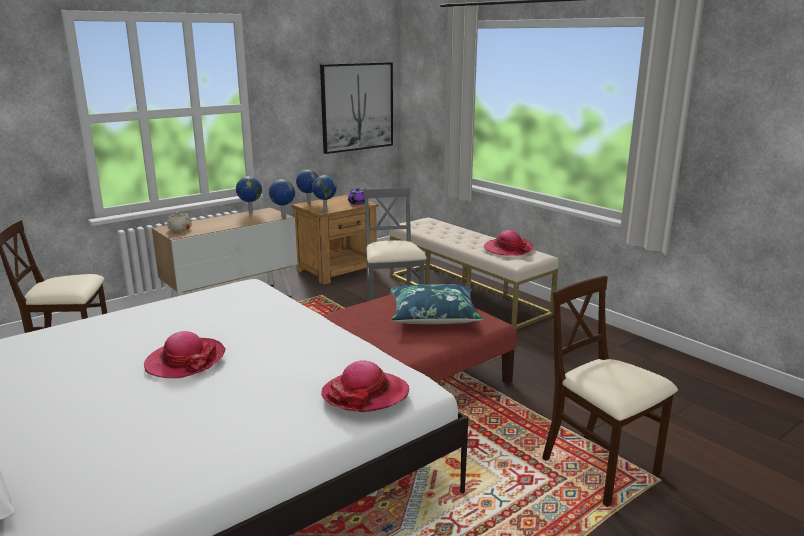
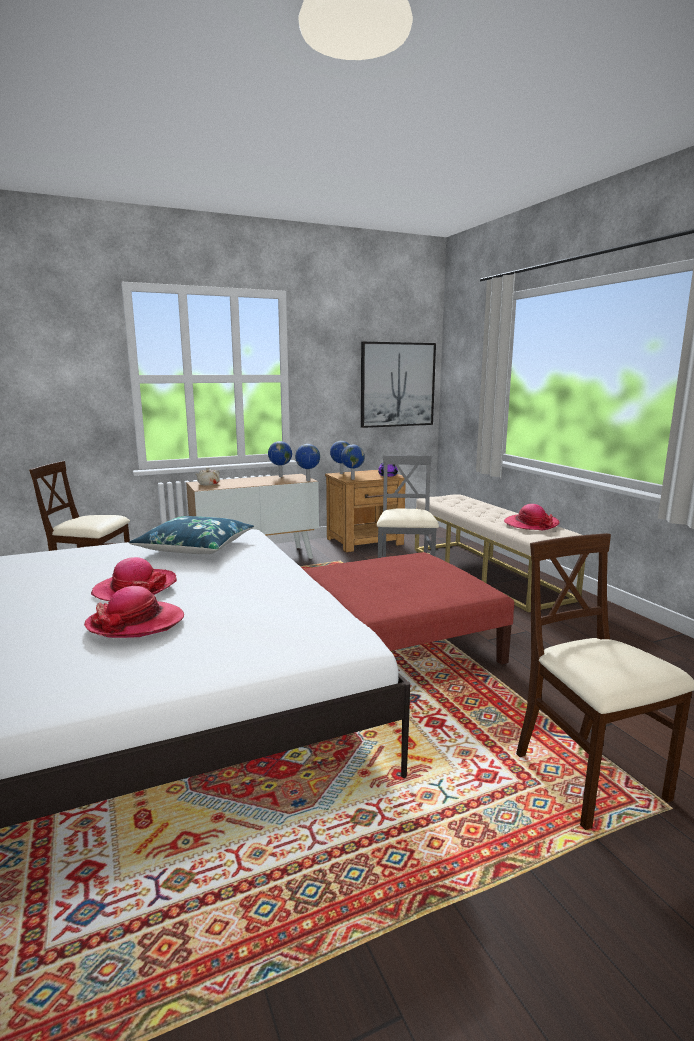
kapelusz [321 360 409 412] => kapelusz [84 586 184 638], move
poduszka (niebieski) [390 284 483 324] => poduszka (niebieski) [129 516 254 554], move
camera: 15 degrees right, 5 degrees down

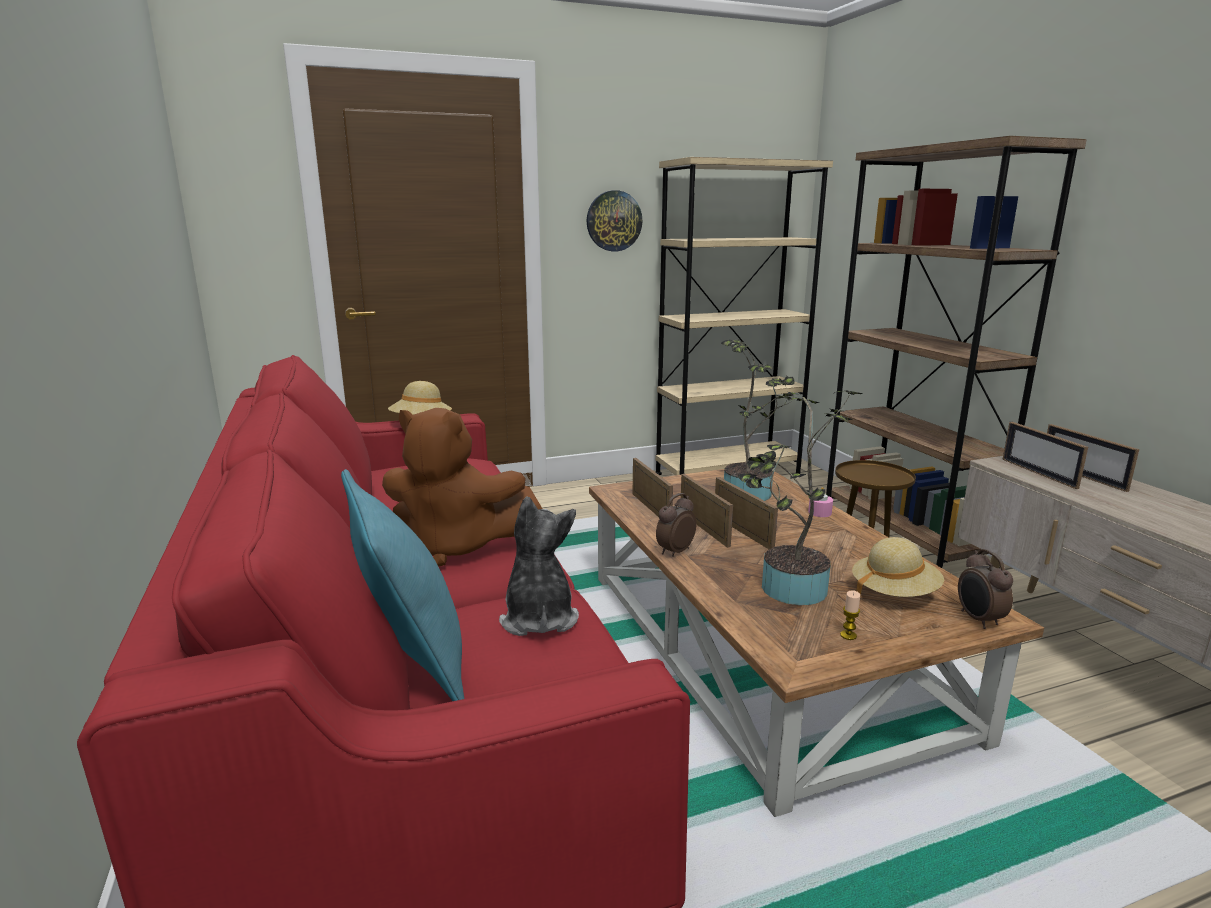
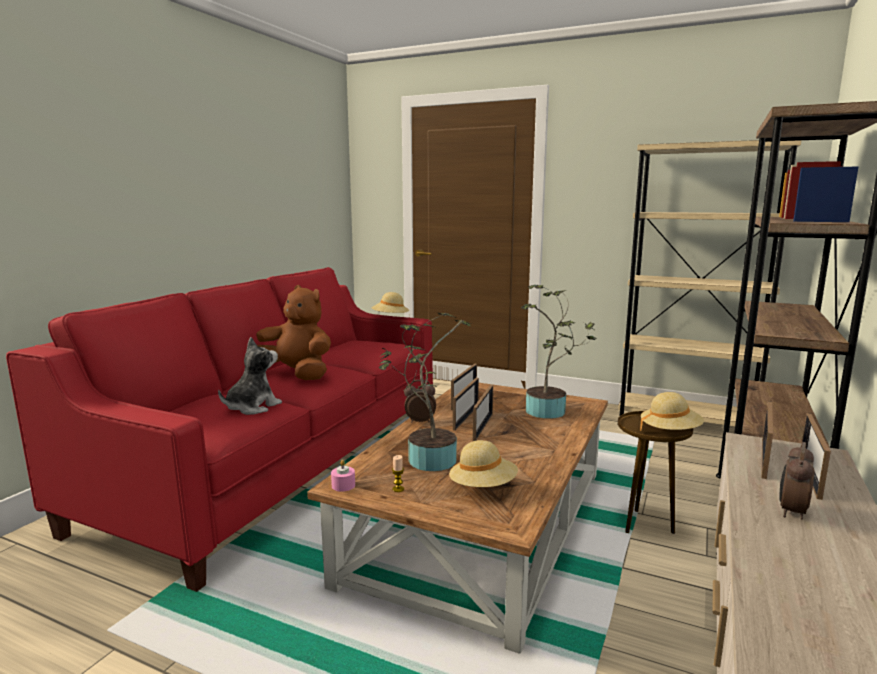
poduszka (turkusowy) [341 469 465 701] => nothing
zegar ścienny [586 190 642 251] => nothing
nothing => kapelusz (beżowy) [640 392 704 431]
świeca (różowy) [808 487 833 517] => świeca (różowy) [331 460 355 492], move
budzik [958 549 1013 629] => budzik [779 442 815 519], move
pluszak (brązowy) [382 408 542 567] => pluszak (brązowy) [256 285 331 380], 150 degrees clockwise
camera: 45 degrees right, 5 degrees down

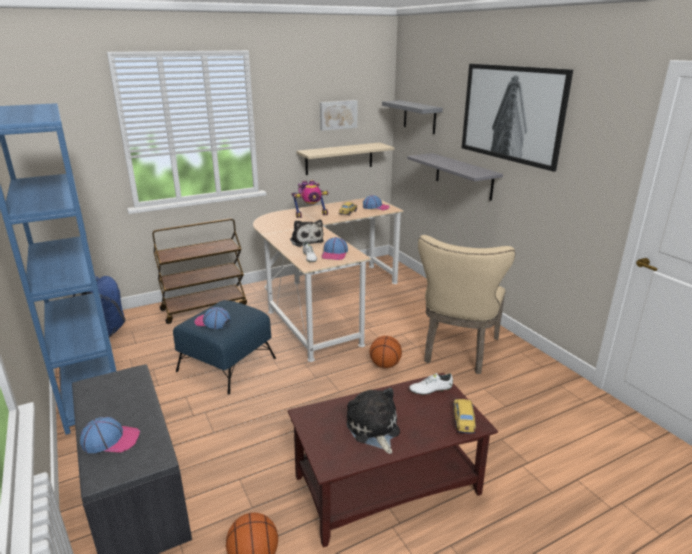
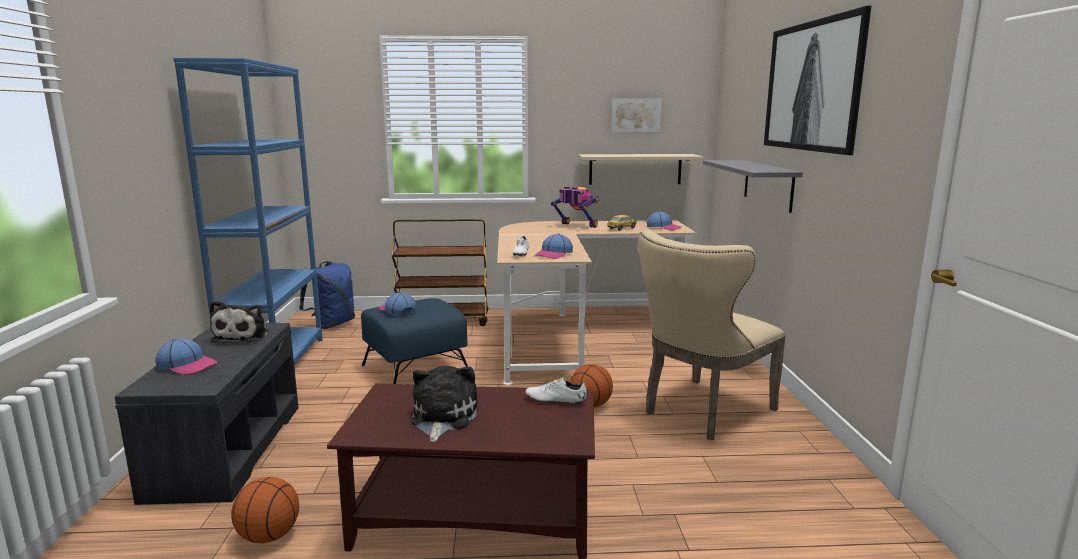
półka (szary) [382 100 443 134] => nothing
samochodzik [453 399 476 434] => nothing
pluszak [290 220 324 247] => pluszak [210 301 269 342], move
robot zabawkowy [291 180 329 218] => robot zabawkowy [551 186 599 228], 150 degrees counterclockwise
camera: 25 degrees right, 10 degrees down

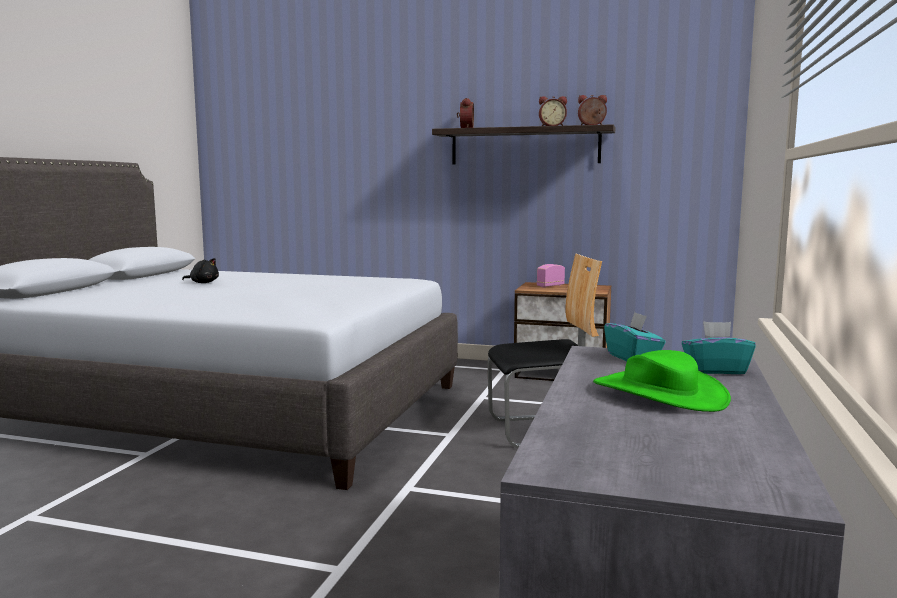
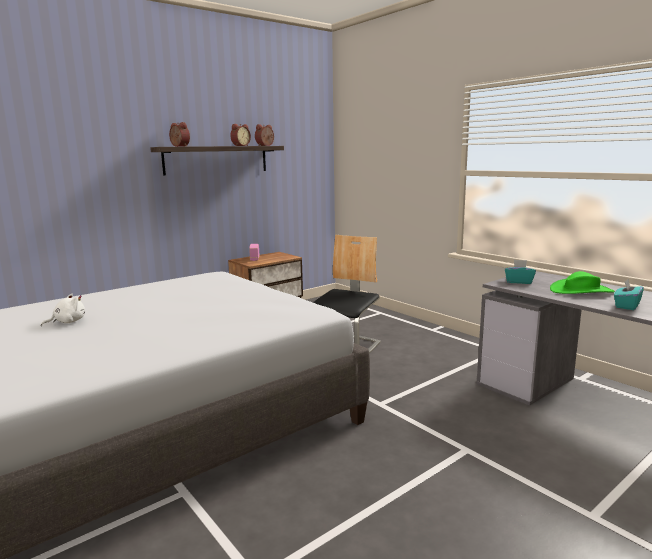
pudełko chusteczek (turkusowy) [682 321 756 374] => pudełko chusteczek (turkusowy) [614 279 644 310], move
pluszak (czarny) [182 258 219 283] => pluszak (biały) [41 294 85 326]
camera: 55 degrees left, 5 degrees up

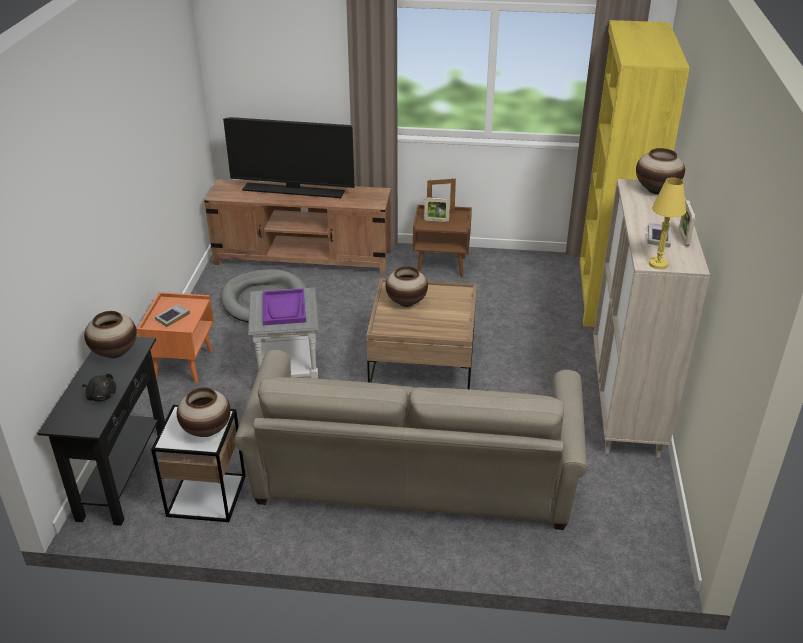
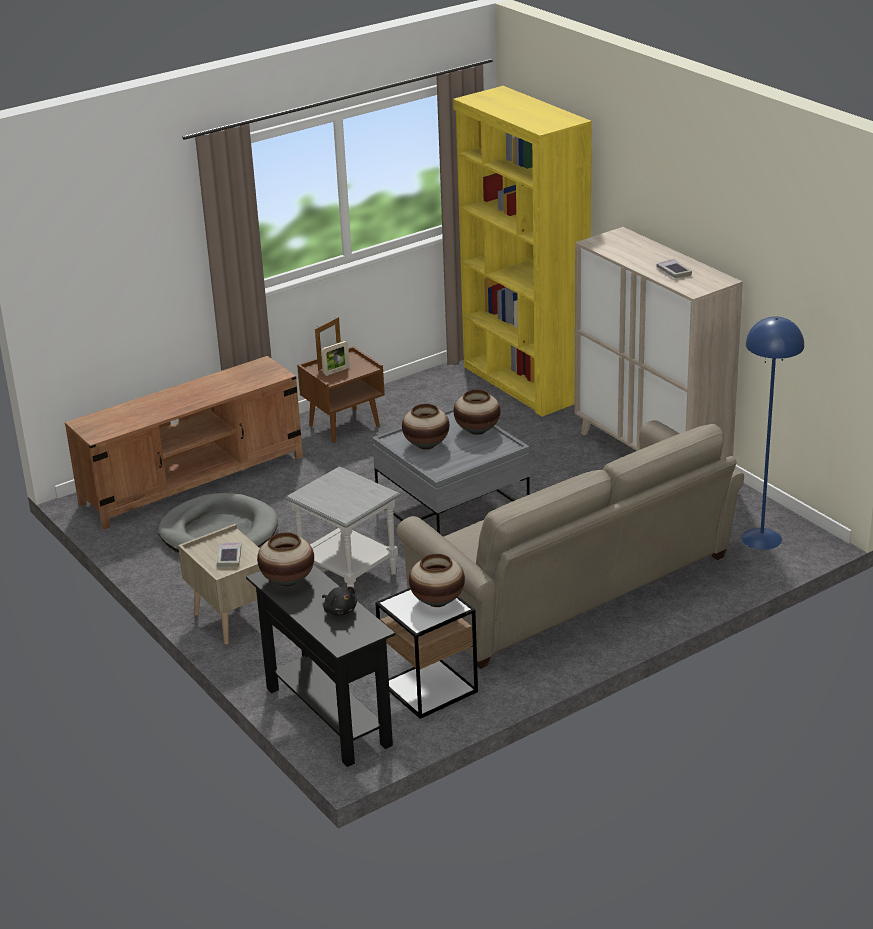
telewizor [223 117 355 198] => nothing
taca (fioletowy) [263 288 306 325] => nothing
lampa stołowa (żółty) [649 178 686 270] => nothing
ramka na zdjęcie [679 200 696 246] => nothing
nothing => lampa stojąca (niebieski) [741 316 804 550]
wazon [636 148 685 194] => wazon [453 390 501 435], move
szafka nocna (pomarańczowy) [137 292 214 384] => szafka nocna (beżowy) [178 524 273 644]
ława (brązowy) [366 278 477 389] => ława (szary) [372 408 530 534]
pluszak (czarny) [82 374 116 402] => pluszak (czarny) [322 587 357 616], 60 degrees clockwise
camera: 40 degrees left, 5 degrees down

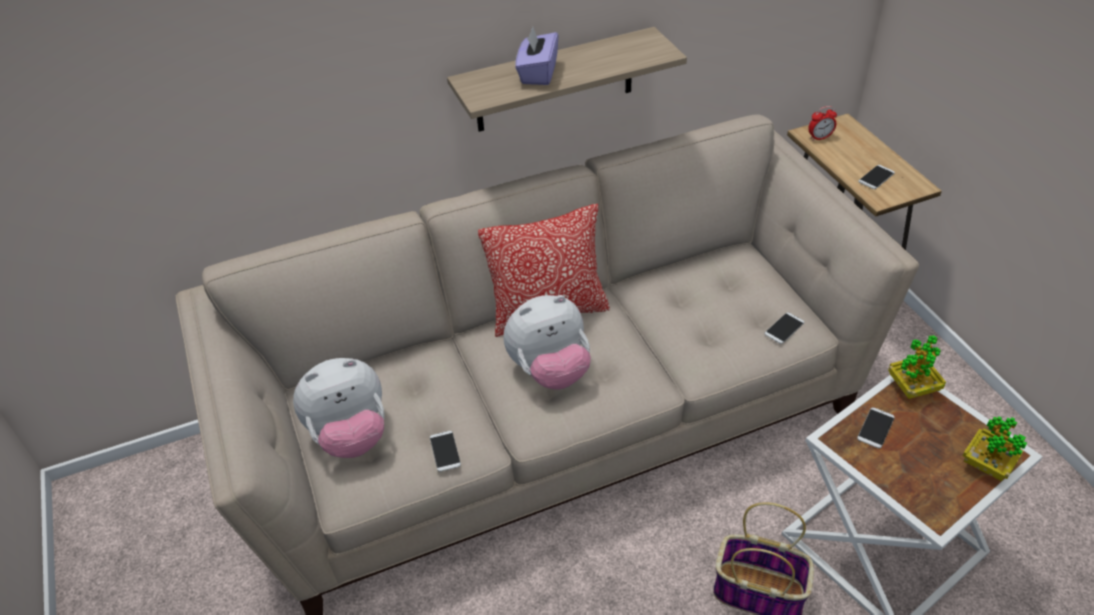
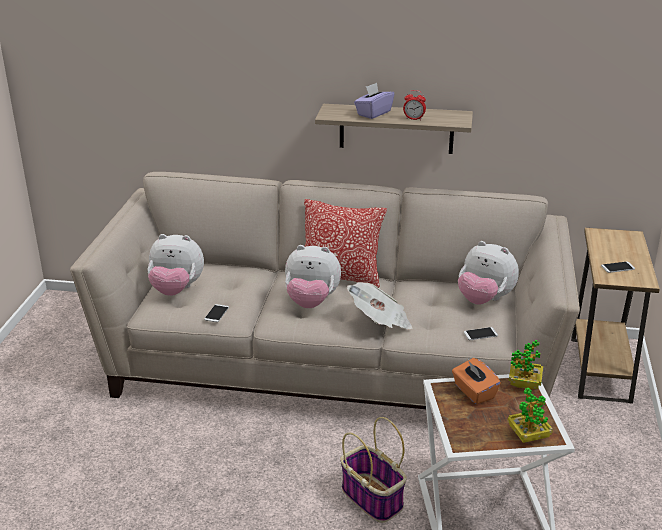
nothing => gazeta [347 282 413 329]
nothing => pluszak [458 241 519 305]
budzik [808 106 837 141] => budzik [403 90 426 120], move
telefon [857 407 895 449] => pudełko chusteczek (pomarańczowy) [452 358 501 404]
camera: 30 degrees right, 15 degrees down

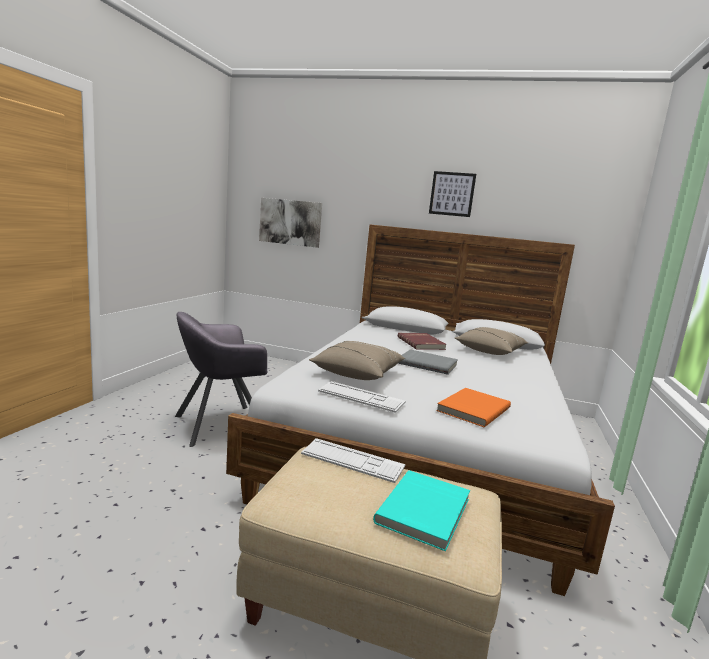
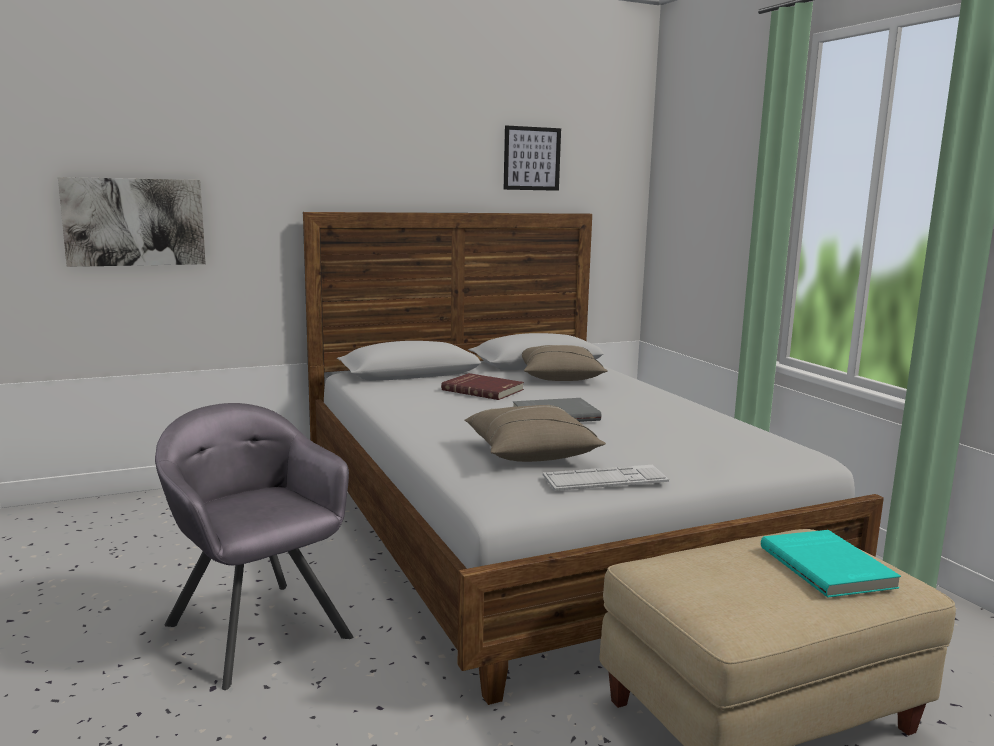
klawiatura [301 438 405 483] => nothing
książka (pomarańczowy) [436 388 511 427] => nothing
obraz [429 171 476 217] => obraz [504 125 561 191], move
fotel (szary) [175 312 267 447] => fotel (szary) [155 403 353 690], 120 degrees clockwise
camera: 40 degrees left, 0 degrees up

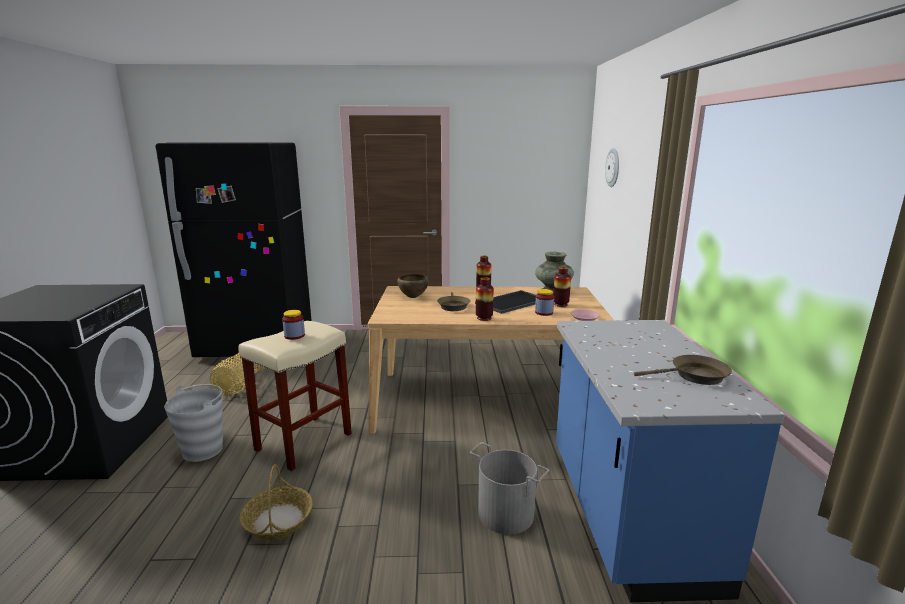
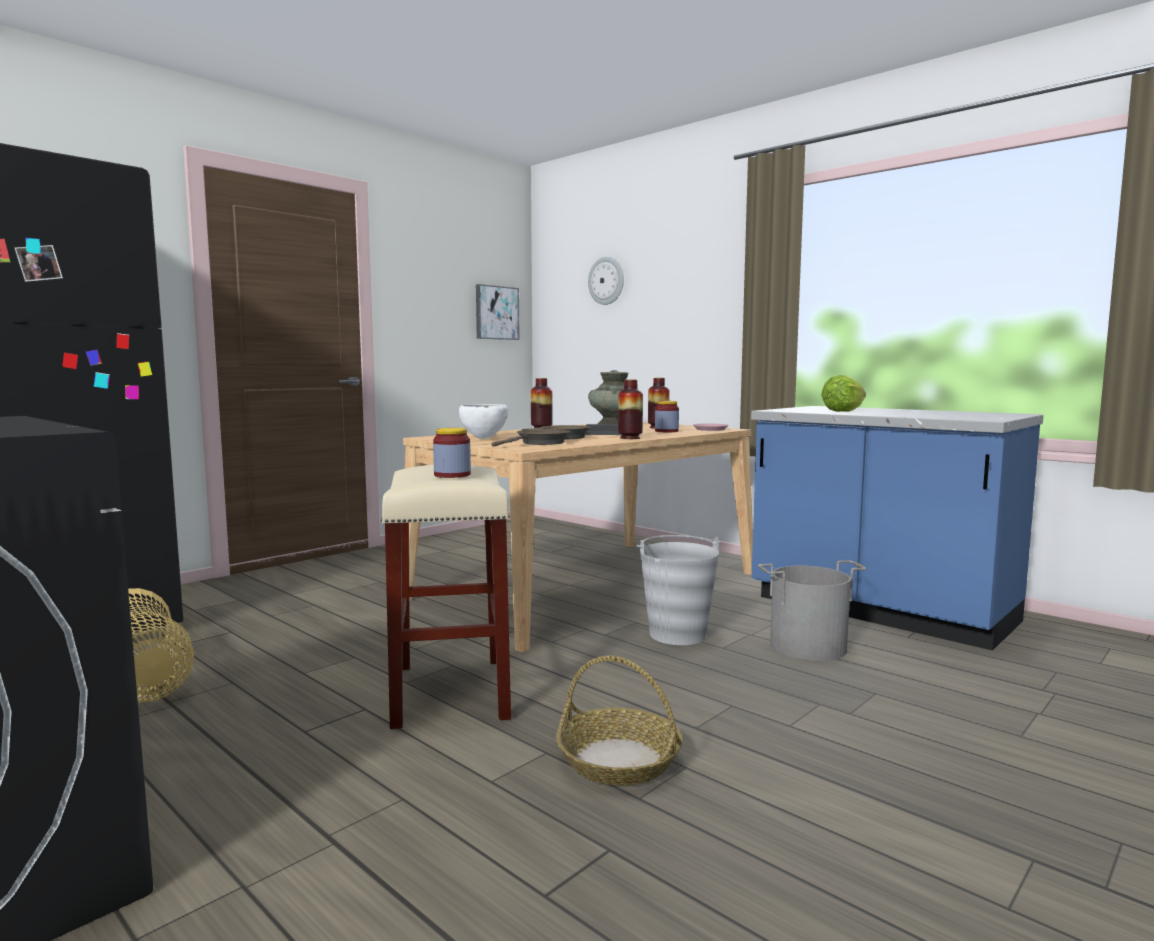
nothing => obraz [476 284 520 340]
nothing => sałata [821 375 866 412]
wiadro (szary) [164 384 223 462] => wiadro (szary) [637 535 720 645], move
patelnia (brązowy) [634 355 732 385] => patelnia (brązowy) [491 429 570 447], move
miska (brązowy) [397 274 429 298] => miska (biały) [459 404 508 439]
camera: 45 degrees left, 10 degrees down

